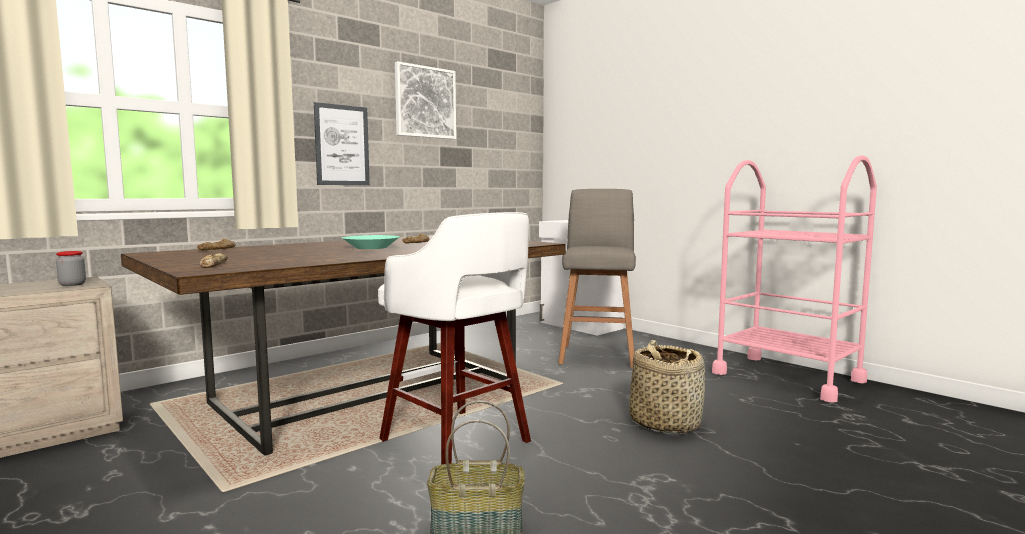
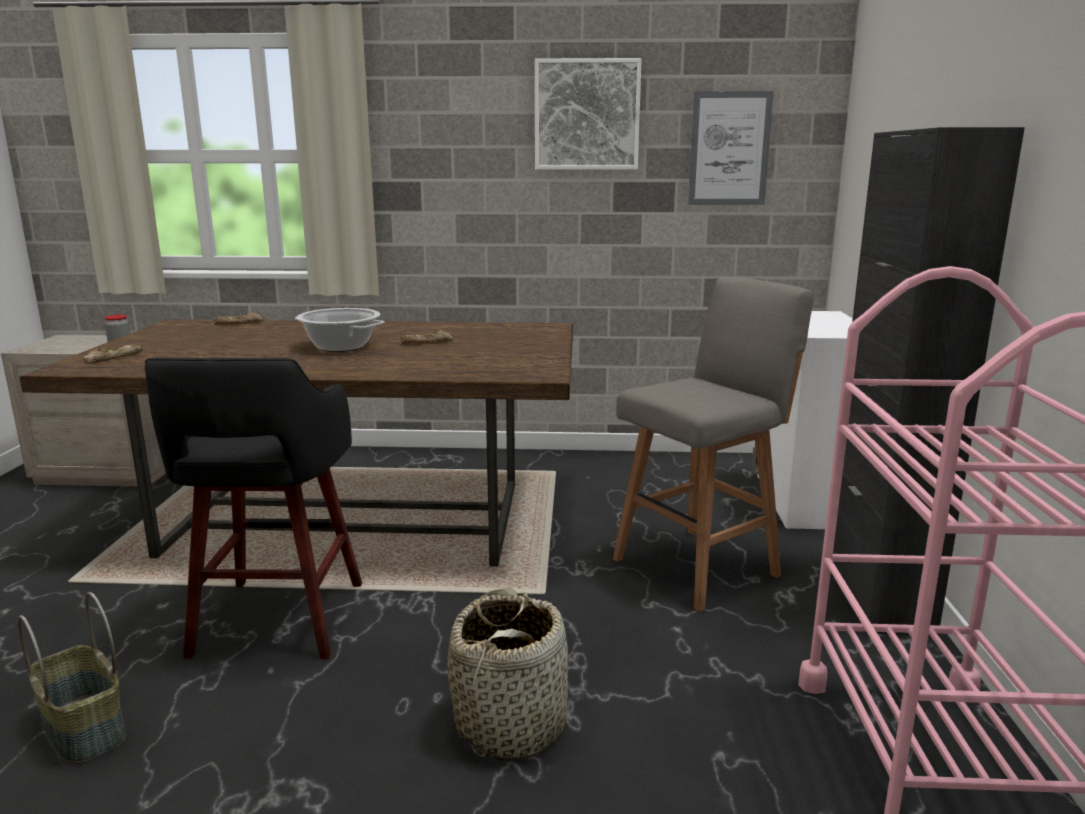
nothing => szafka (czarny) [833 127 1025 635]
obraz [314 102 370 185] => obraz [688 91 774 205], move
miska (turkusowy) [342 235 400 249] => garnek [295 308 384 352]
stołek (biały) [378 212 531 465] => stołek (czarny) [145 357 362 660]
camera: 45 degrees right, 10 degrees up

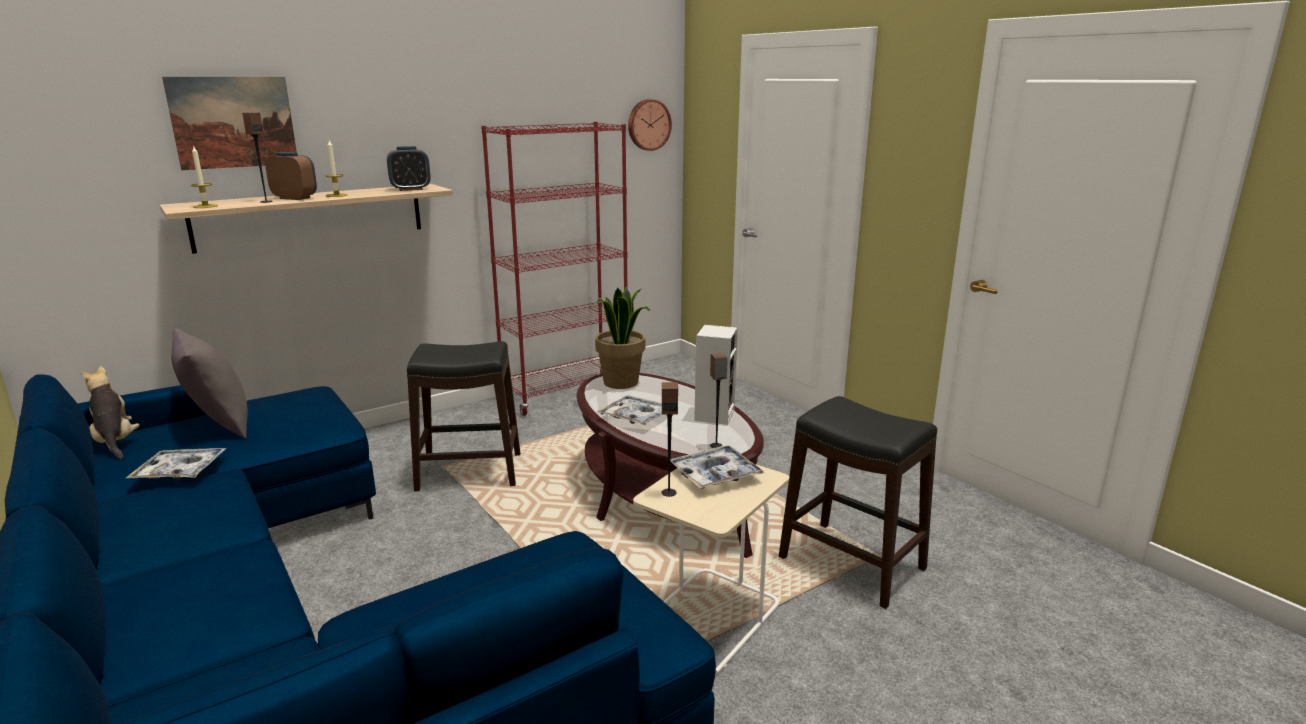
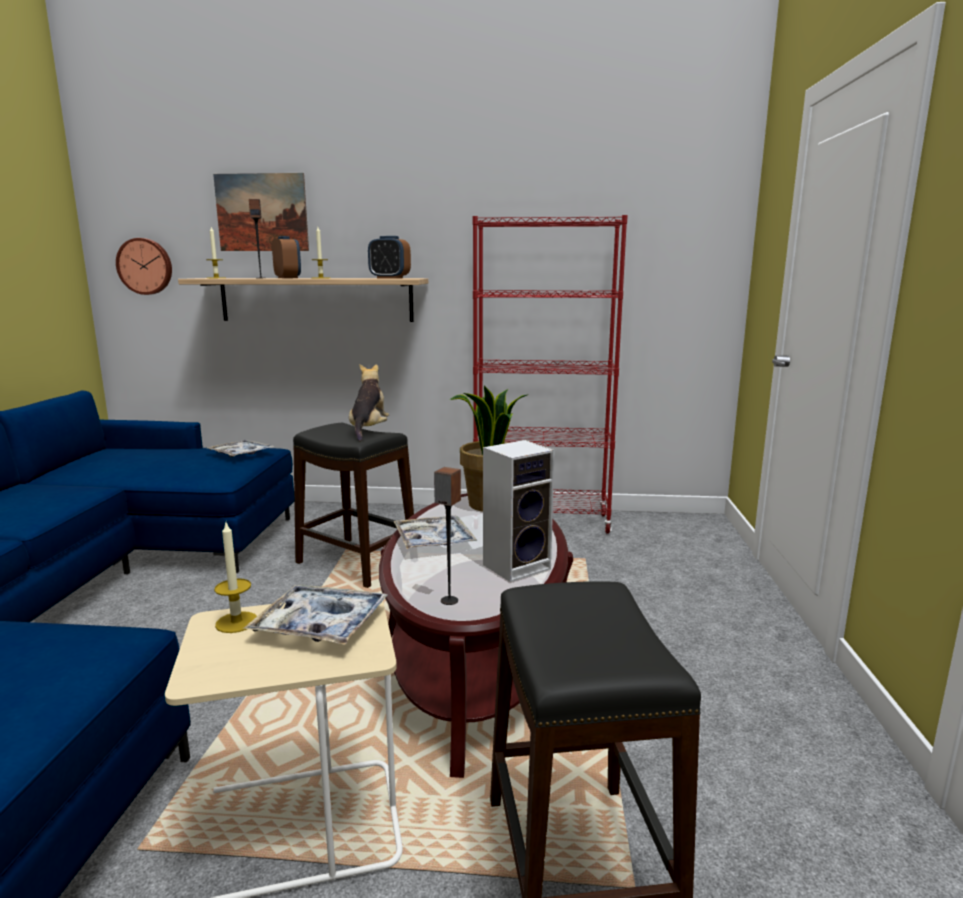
poduszka (szary) [171 328 248 439] => nothing
pluszak [80 366 140 459] => pluszak [349 364 389 442], move
taca [126 448 227 480] => taca [207 440 275 457], move
zegar ścienny [628 99 672 151] => zegar ścienny [116 238 172 295], move
głośnik [662 382 678 497] => świeca [214 523 257 633]
camera: 40 degrees right, 5 degrees down

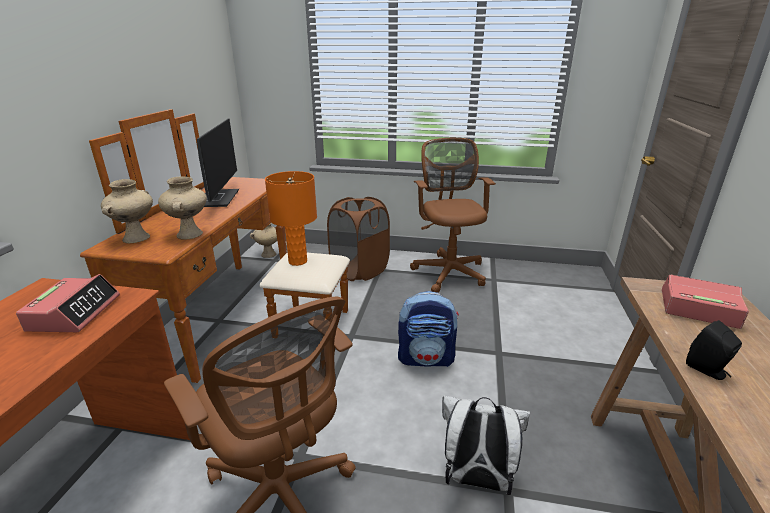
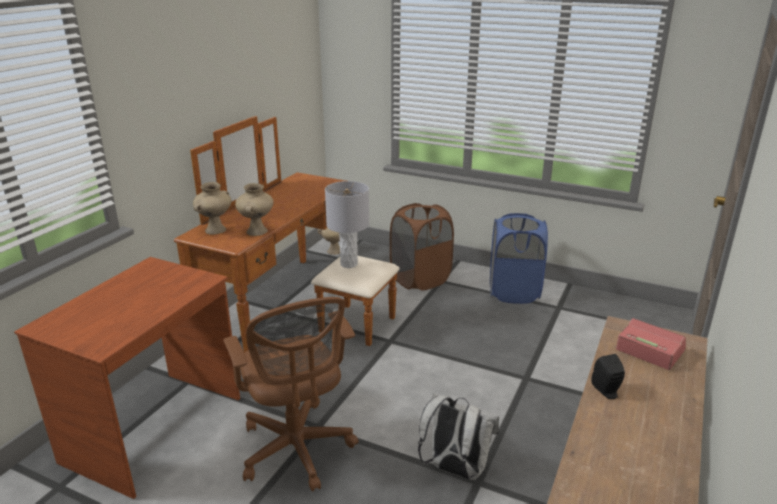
budzik [16 274 120 332] => nothing
monitor [197 118 239 207] => nothing
plecak [398 291 459 367] => nothing
krzesło biurowe (brązowy) [410 138 496 293] => kosz na pranie (niebieski) [490 213 548 304]
lampa stołowa (pomarańczowy) [265 171 317 266] => lampa stołowa (szary) [325 181 369 268]
camera: 15 degrees right, 0 degrees up

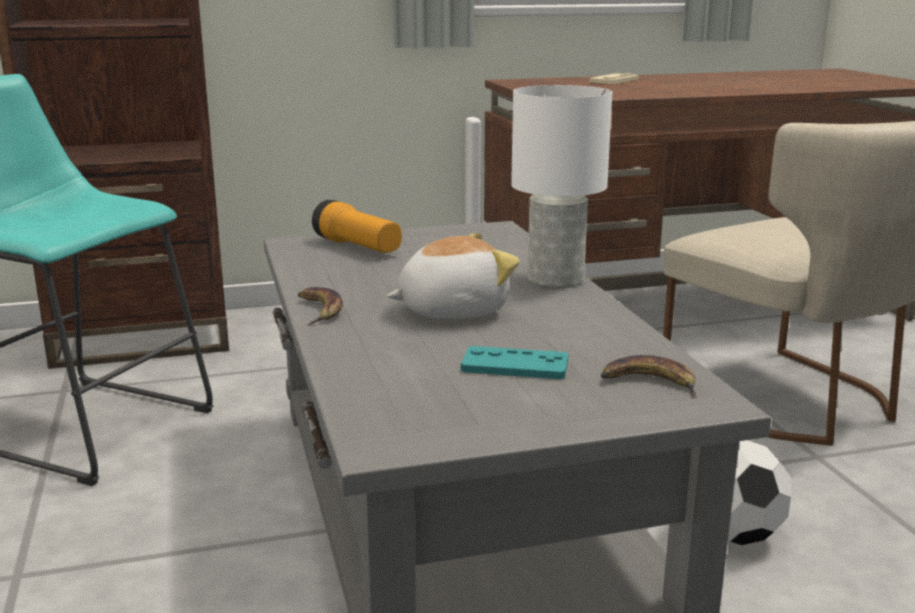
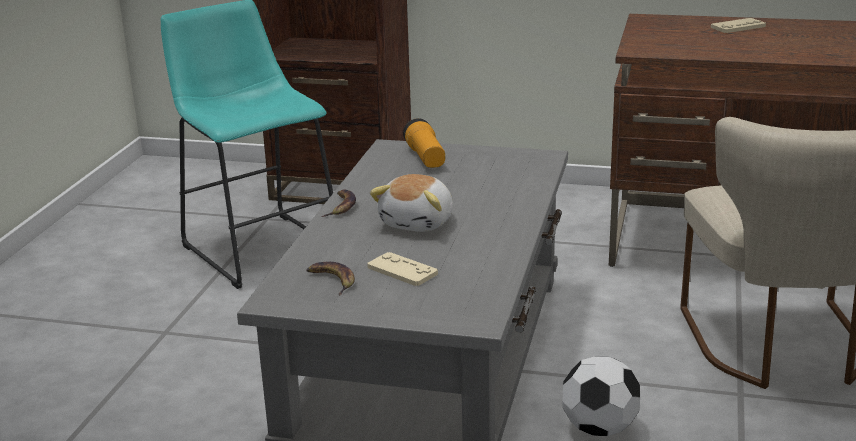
lampa stołowa (biały) [511 85 612 289] => nothing
banan [601 355 697 398] => banan [306 262 355 295], move
pad do gier (turkusowy) [461 346 569 379] => pad do gier (beżowy) [367 252 438 286]
pluszak [387 233 520 319] => pluszak [370 174 453 232], 105 degrees clockwise
camera: 30 degrees right, 5 degrees up

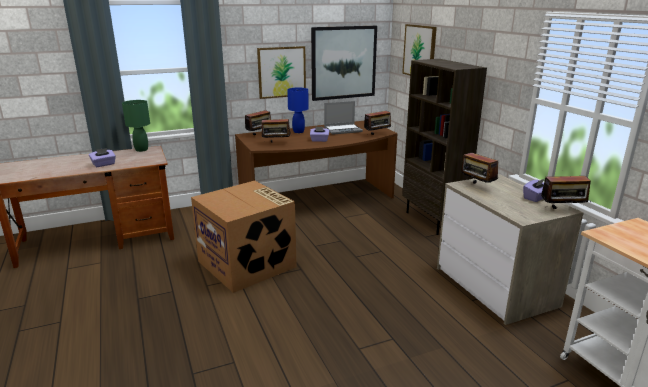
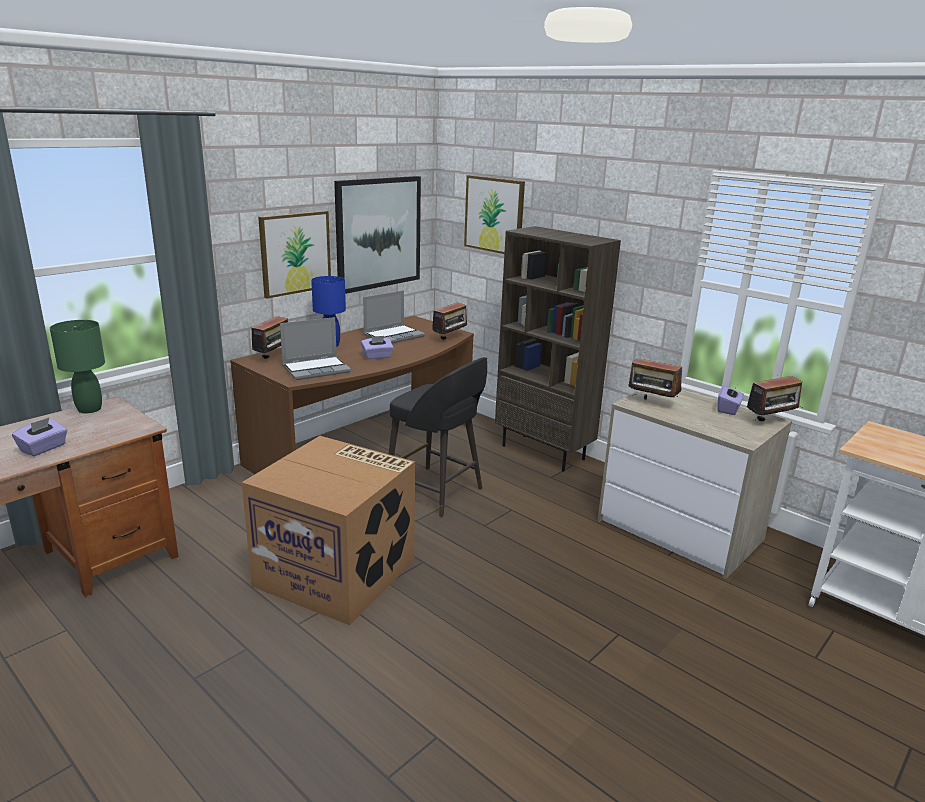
nothing => stołek (czarny) [389 357 487 517]
radio [261 113 291 143] => laptop [280 317 351 380]
camera: 25 degrees left, 0 degrees up

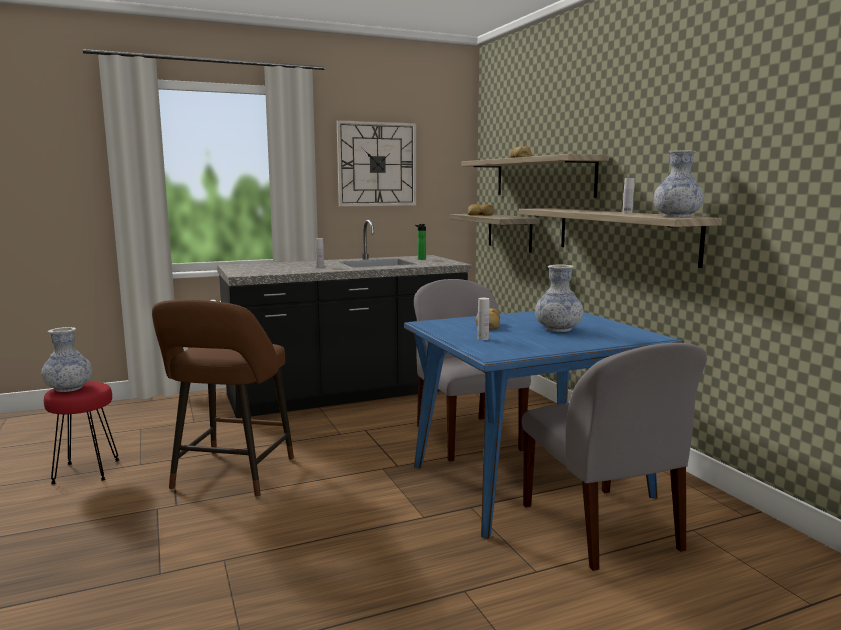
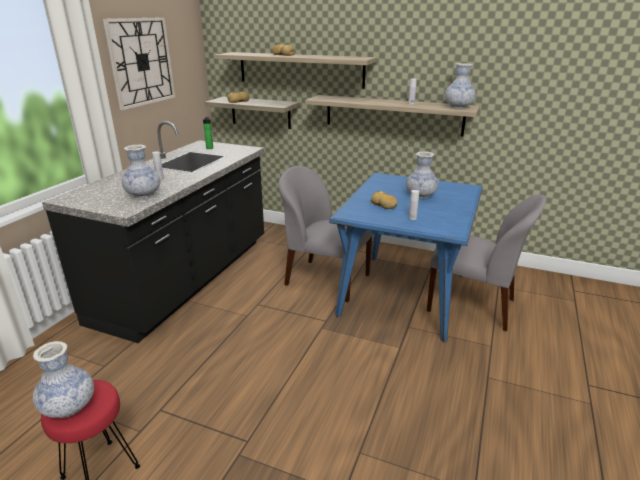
stołek (brązowy) [152 299 294 497] => nothing
nothing => wazon [122 145 160 198]
camera: 45 degrees left, 15 degrees up

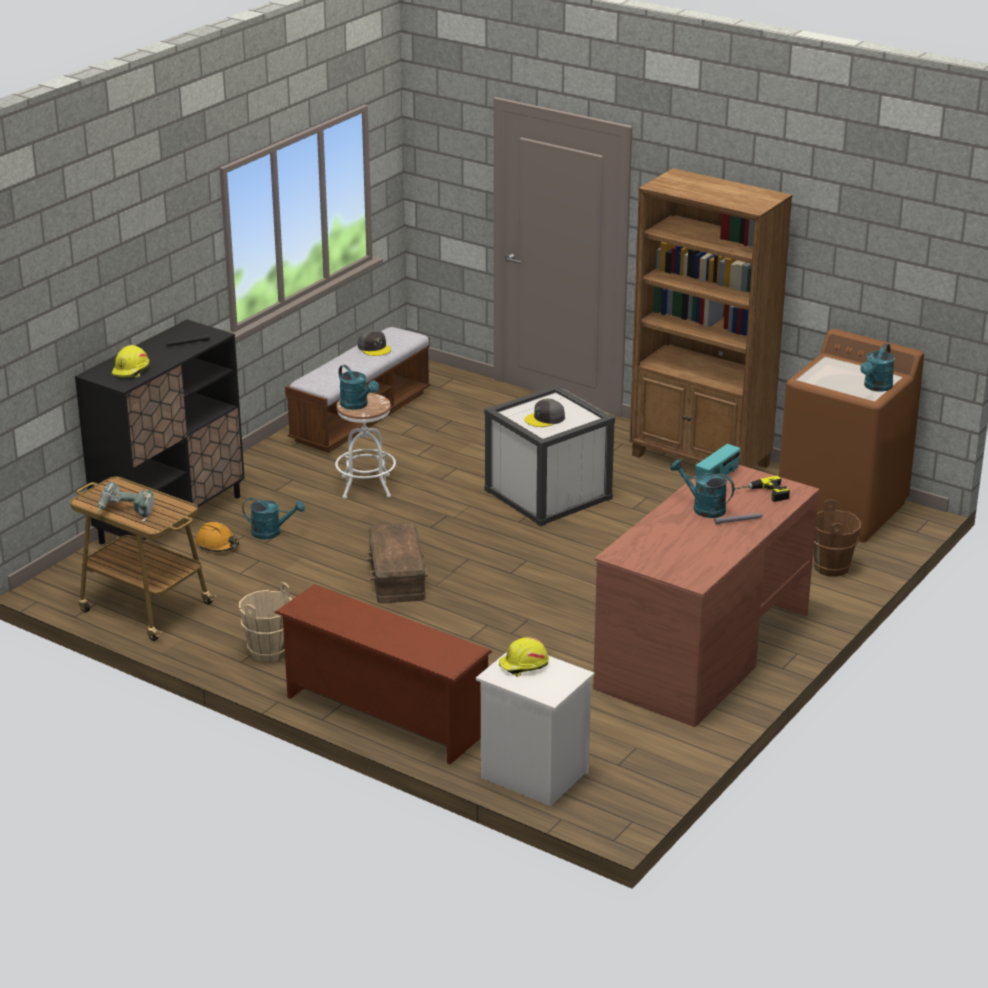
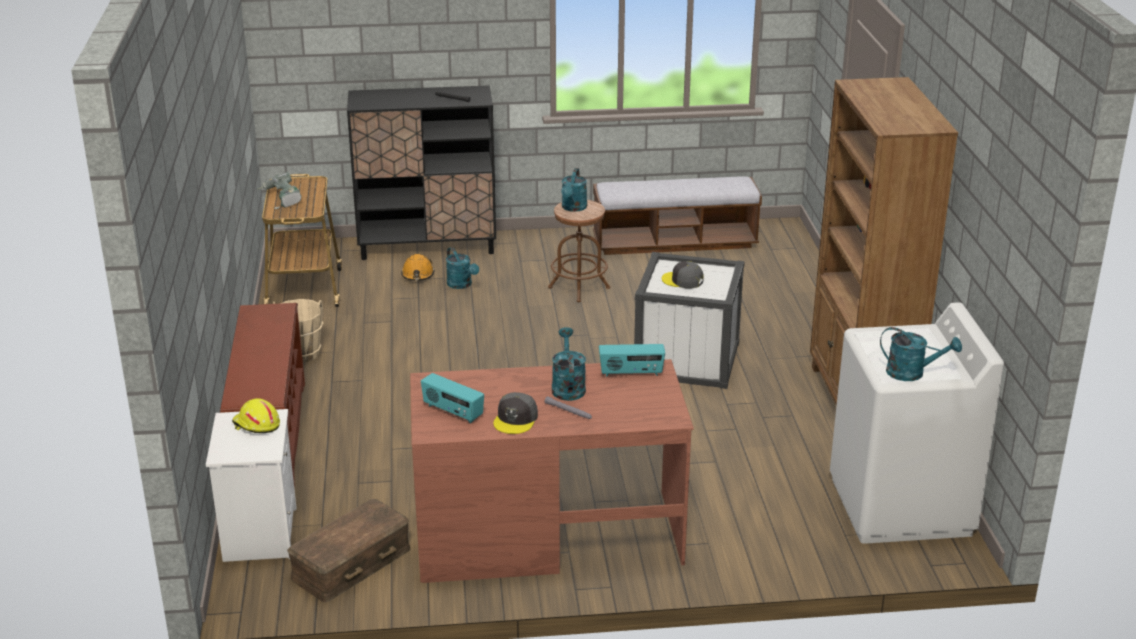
kask (żółty) [112 345 150 378] => nothing
wiertarka [734 476 790 502] => nothing
wiadro (brązowy) [813 499 861 577] => nothing
nothing => radio [421 373 484 423]
czapka z daszkiem (szary) [358 329 391 356] => czapka z daszkiem (szary) [493 392 538 434], move
pojemnik do przechowywania (brązowy) [366 523 428 604] => pojemnik do przechowywania (brązowy) [287 499 411 603], move
stołek (biały) [335 393 396 499] => stołek (brązowy) [548 200 610 302]
pralka (brązowy) [779 329 924 543] => pralka (biały) [830 302 1004 544]
konewka (turkusowy) [860 343 895 392] => konewka (turkusowy) [880 327 962 381], 150 degrees counterclockwise
camera: 50 degrees right, 0 degrees up

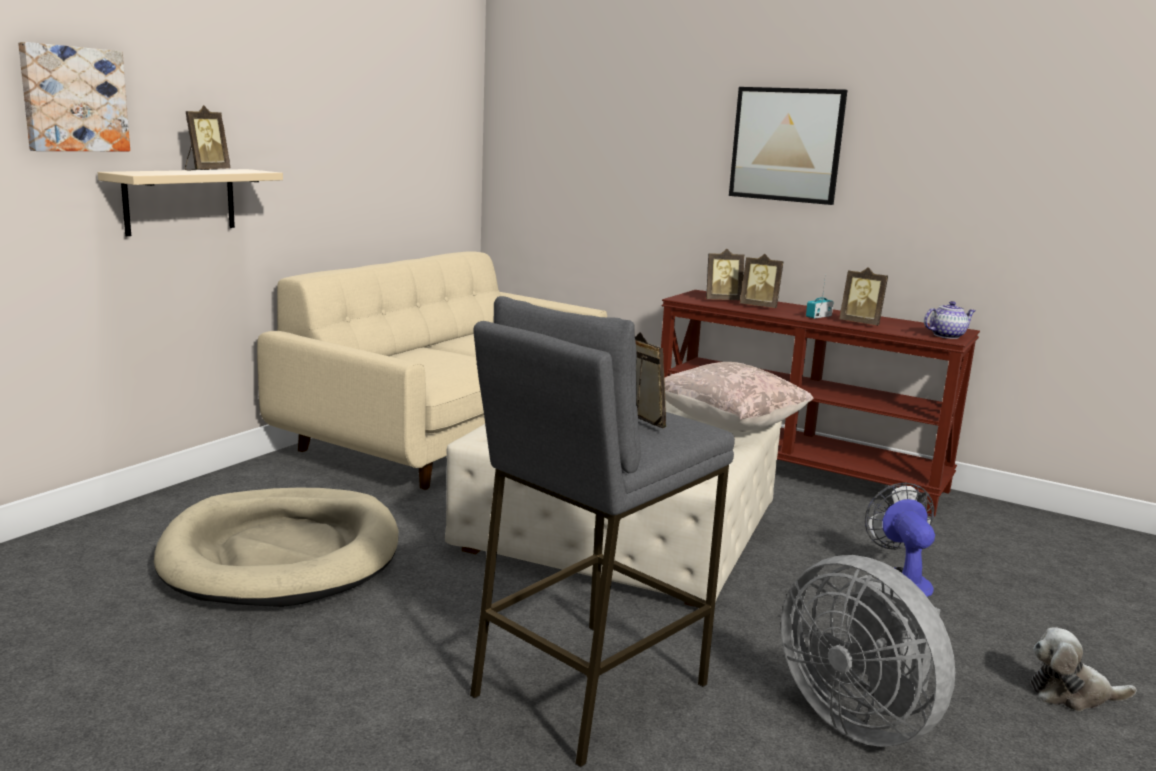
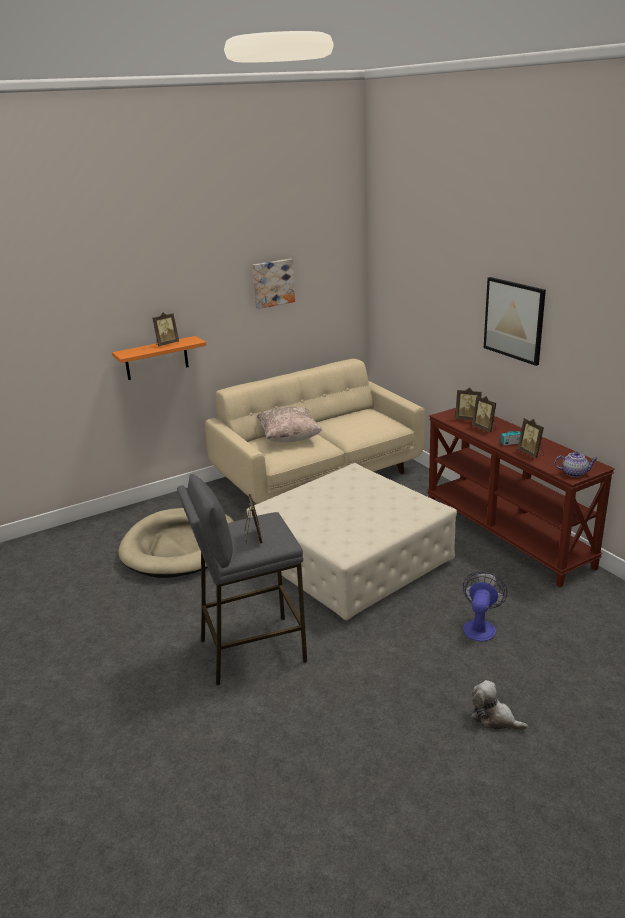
wentylator (szary) [781 555 955 747] => nothing
obraz [18 42 130 151] => obraz [252 259 295 309], move
poduszka (beżowy) [664 362 814 430] => poduszka (beżowy) [257 407 322 442], move
półka (beżowy) [98 169 283 236] => półka (pomarańczowy) [112 336 206 380]
camera: 30 degrees right, 10 degrees up

